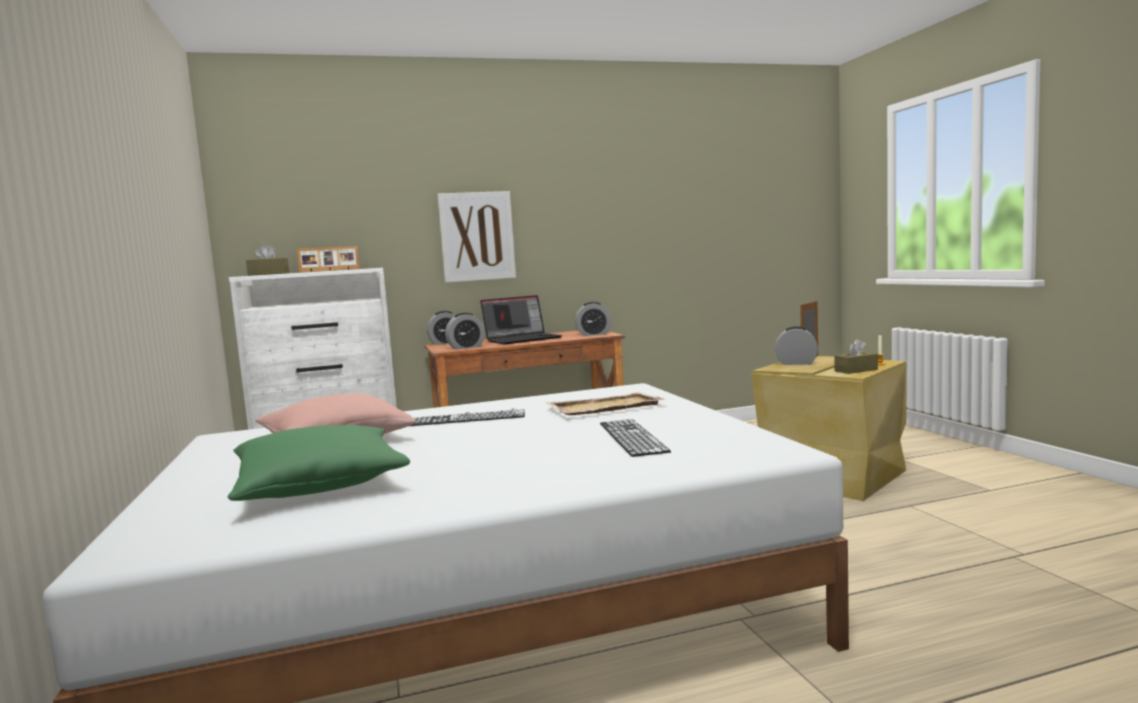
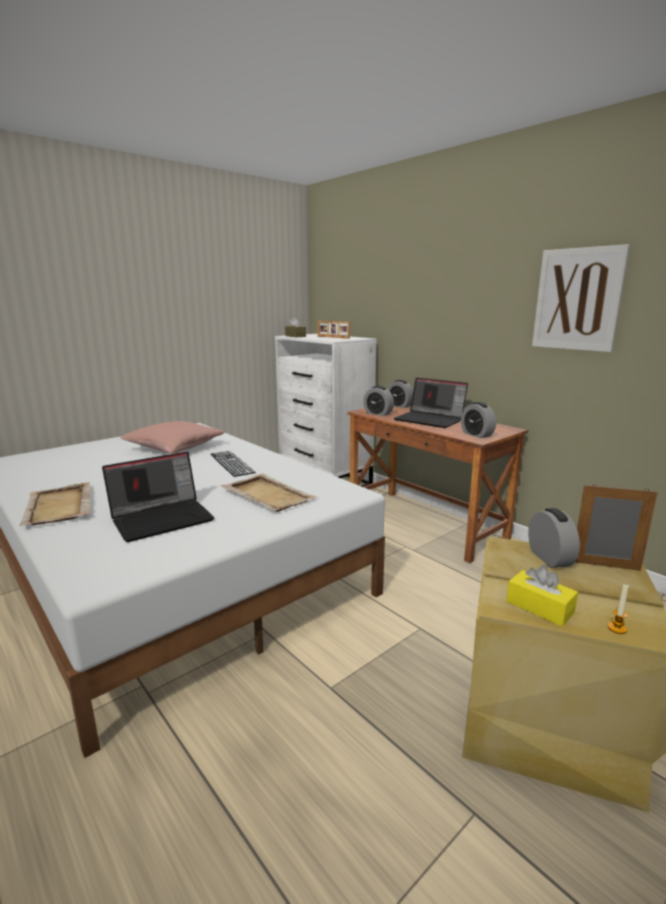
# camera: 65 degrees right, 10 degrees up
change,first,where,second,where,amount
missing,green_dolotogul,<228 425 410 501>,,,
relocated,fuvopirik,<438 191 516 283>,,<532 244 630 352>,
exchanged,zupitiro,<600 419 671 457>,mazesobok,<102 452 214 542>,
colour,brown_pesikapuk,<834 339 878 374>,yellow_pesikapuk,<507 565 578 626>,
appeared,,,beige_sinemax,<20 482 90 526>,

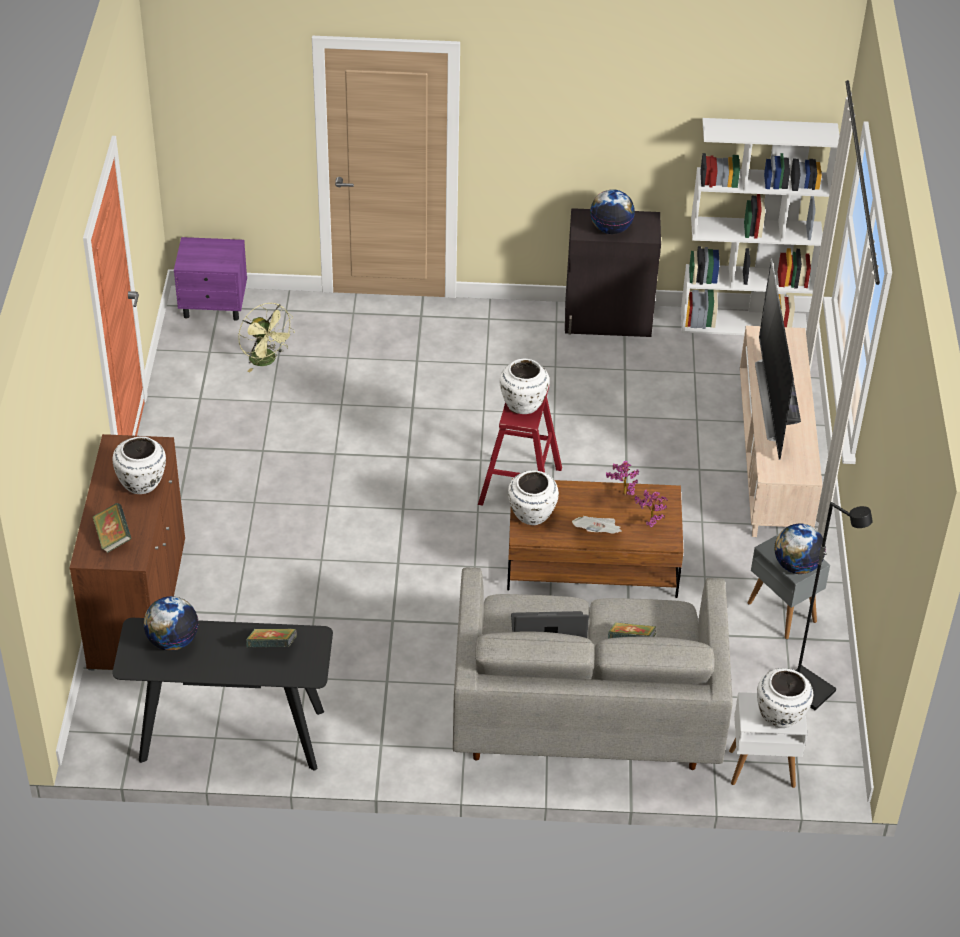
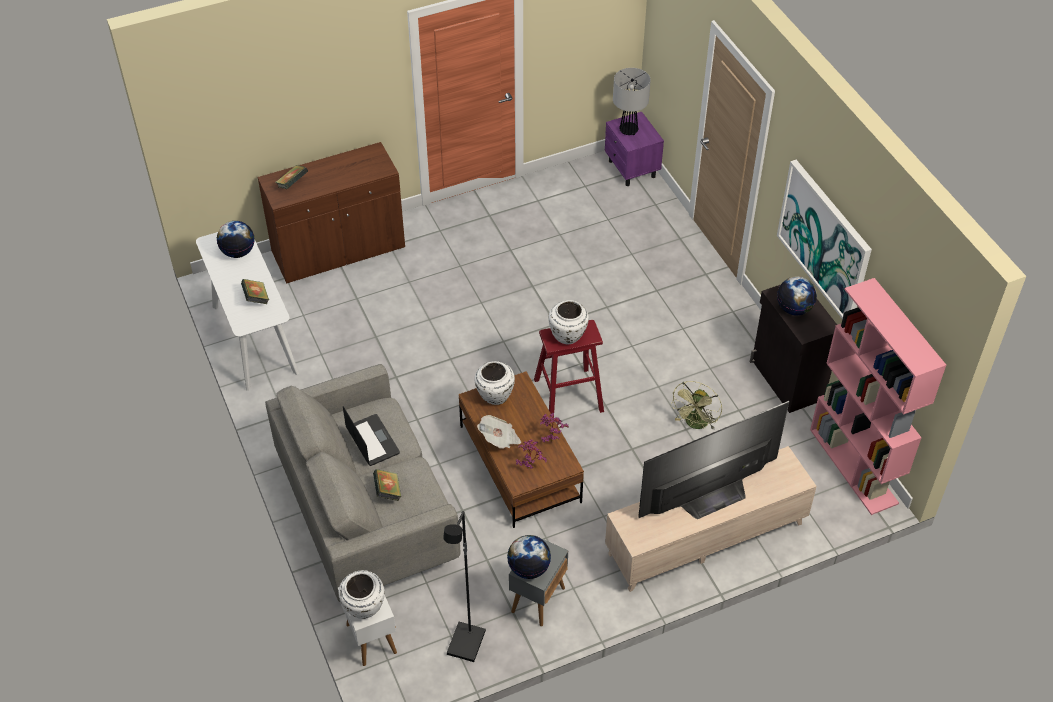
# camera: 65 degrees right, 5 degrees up
change,first,where,second,where,amount
colour,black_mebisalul,<112 618 333 771>,white_mebisalul,<196 232 299 391>,
missing,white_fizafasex,<113 436 166 494>,,,
relocated,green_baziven,<238 303 295 373>,,<670 381 722 429>,
colour,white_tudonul,<681 118 840 335>,pink_tudonul,<810 278 946 515>,
appeared,,,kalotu,<613 68 651 135>,
appeared,,,fuvopirik,<777 160 872 319>,

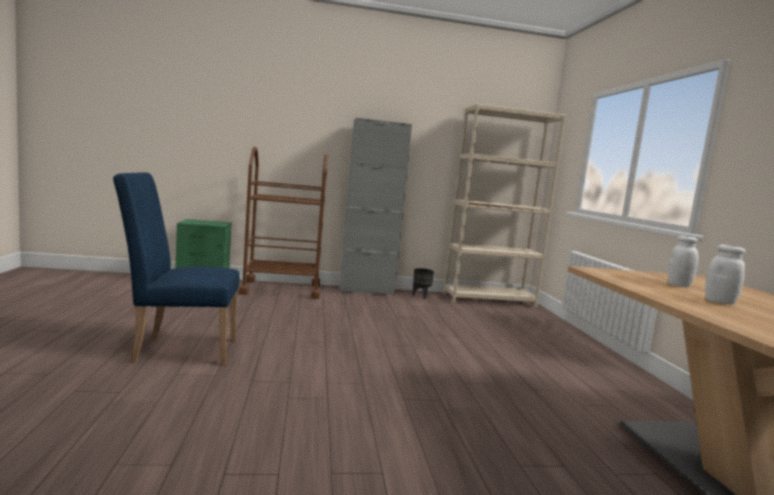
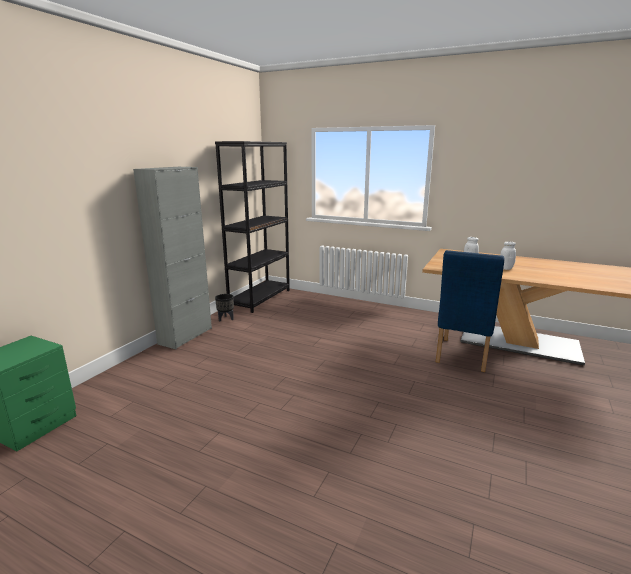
# camera: 55 degrees left, 10 degrees up
change,first,where,second,where,amount
relocated,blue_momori,<113 172 240 365>,,<436 250 505 372>,
missing,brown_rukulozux,<239 147 328 299>,,,
colour,beige_tudonul,<444 103 566 307>,black_tudonul,<215 141 290 313>,

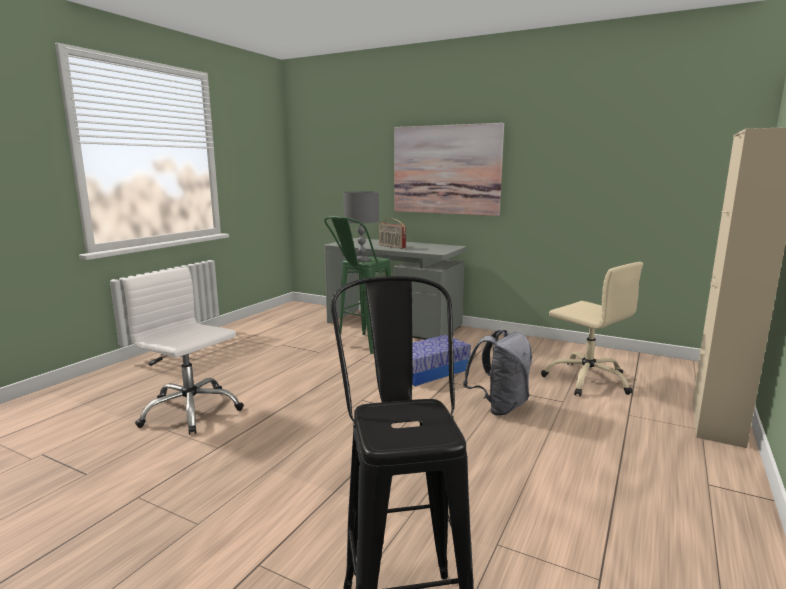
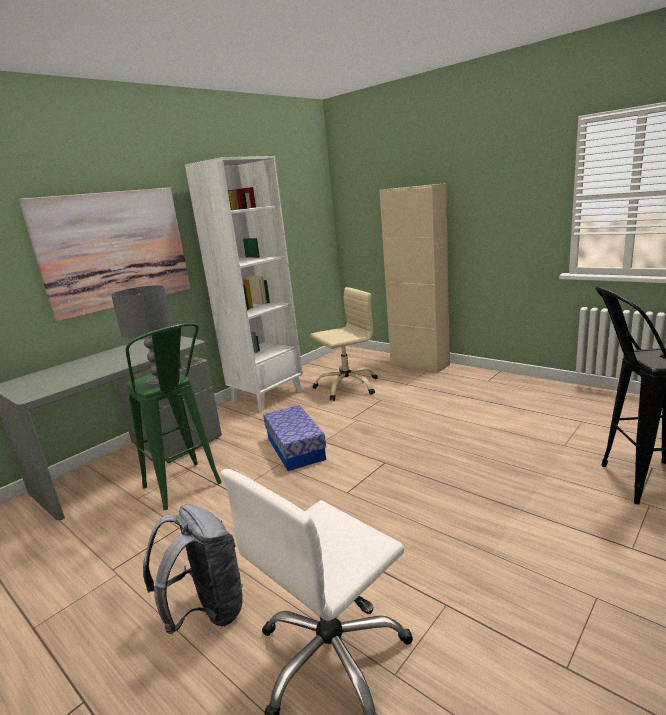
# camera: 75 degrees left, 5 degrees up
change,first,where,second,where,amount
missing,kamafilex,<379 219 406 249>,,,
relocated,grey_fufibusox,<463 330 532 416>,,<143 504 243 634>,
appeared,,,white_tudonul,<185 156 303 412>,

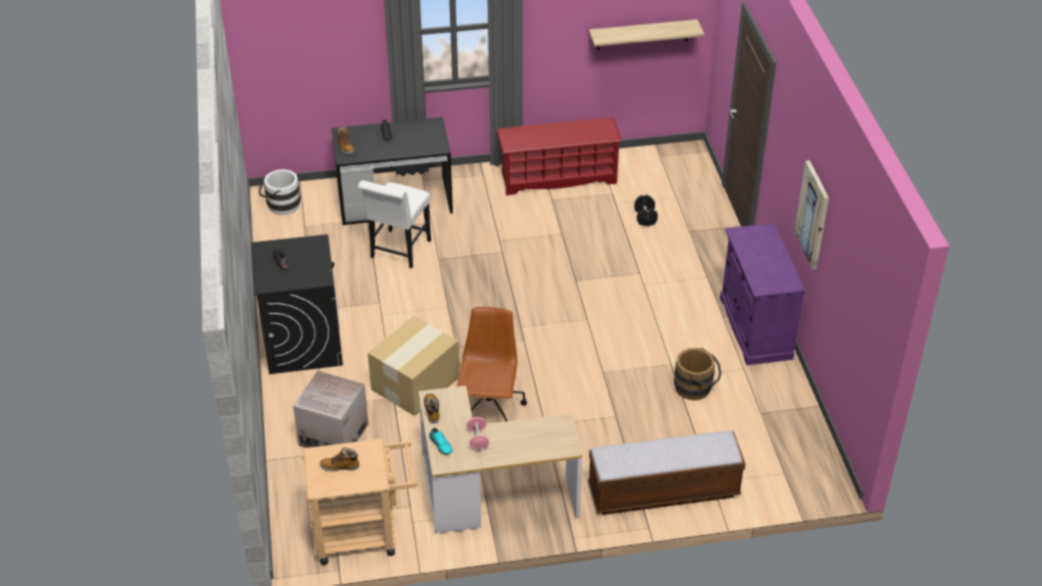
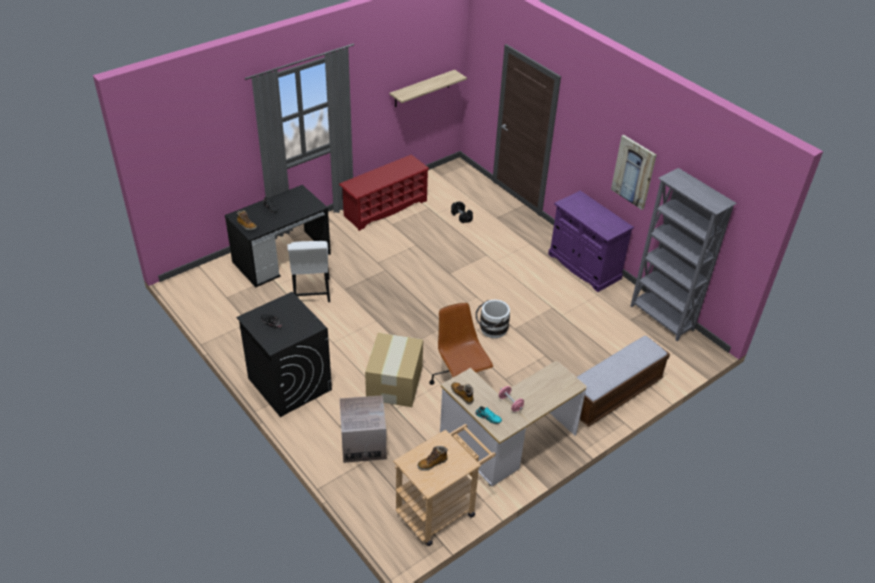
# camera: 30 degrees left, 0 degrees up
change,first,where,second,where,amount
relocated,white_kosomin,<259 169 301 215>,,<476 300 510 338>,
missing,brown_kosomin,<674 348 721 400>,,,
appeared,,,grey_tudonul,<630 168 737 341>,

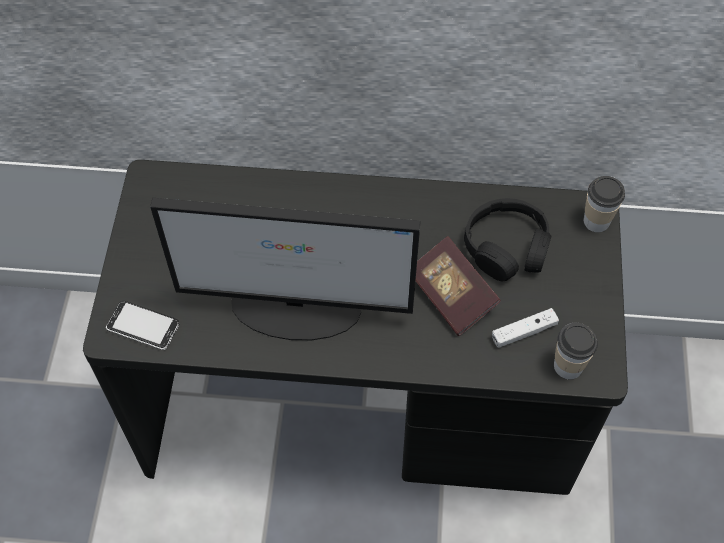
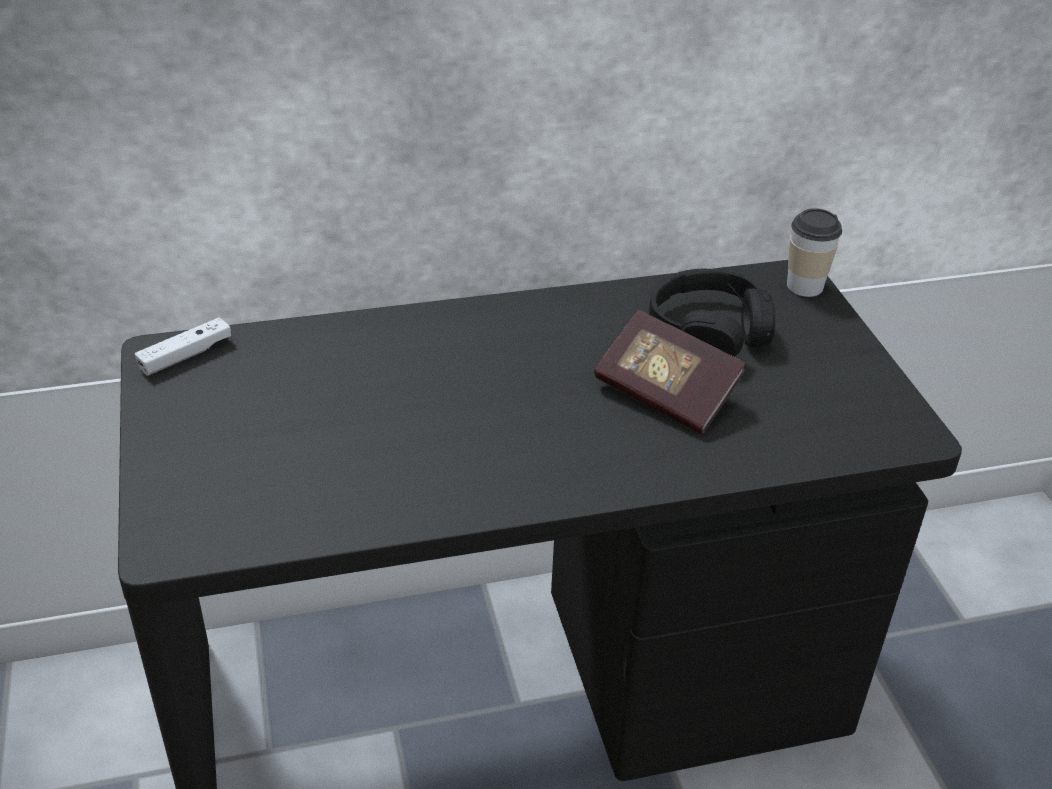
# camera: 20 degrees left, 20 degrees down
change,first,where,second,where,amount
missing,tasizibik,<106 301 179 350>,,,
missing,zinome,<150 198 421 340>,,,
relocated,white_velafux,<492 308 559 348>,,<135 318 232 376>,
missing,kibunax,<554 323 598 380>,,,

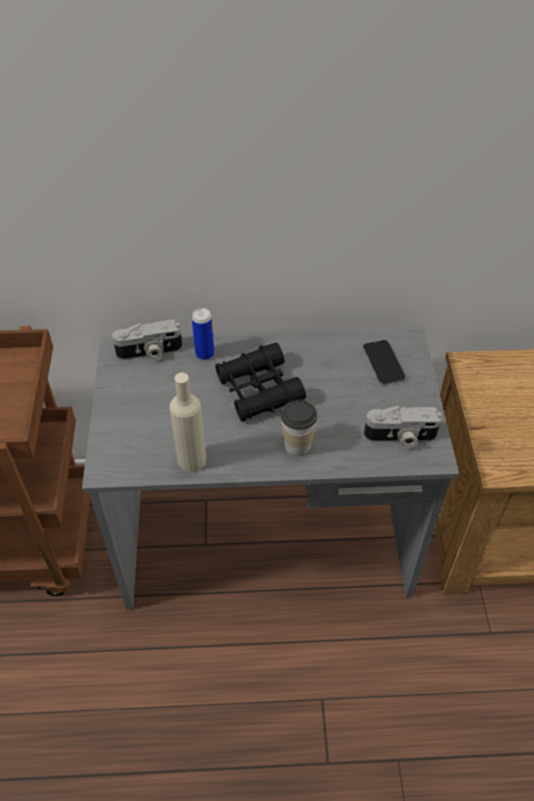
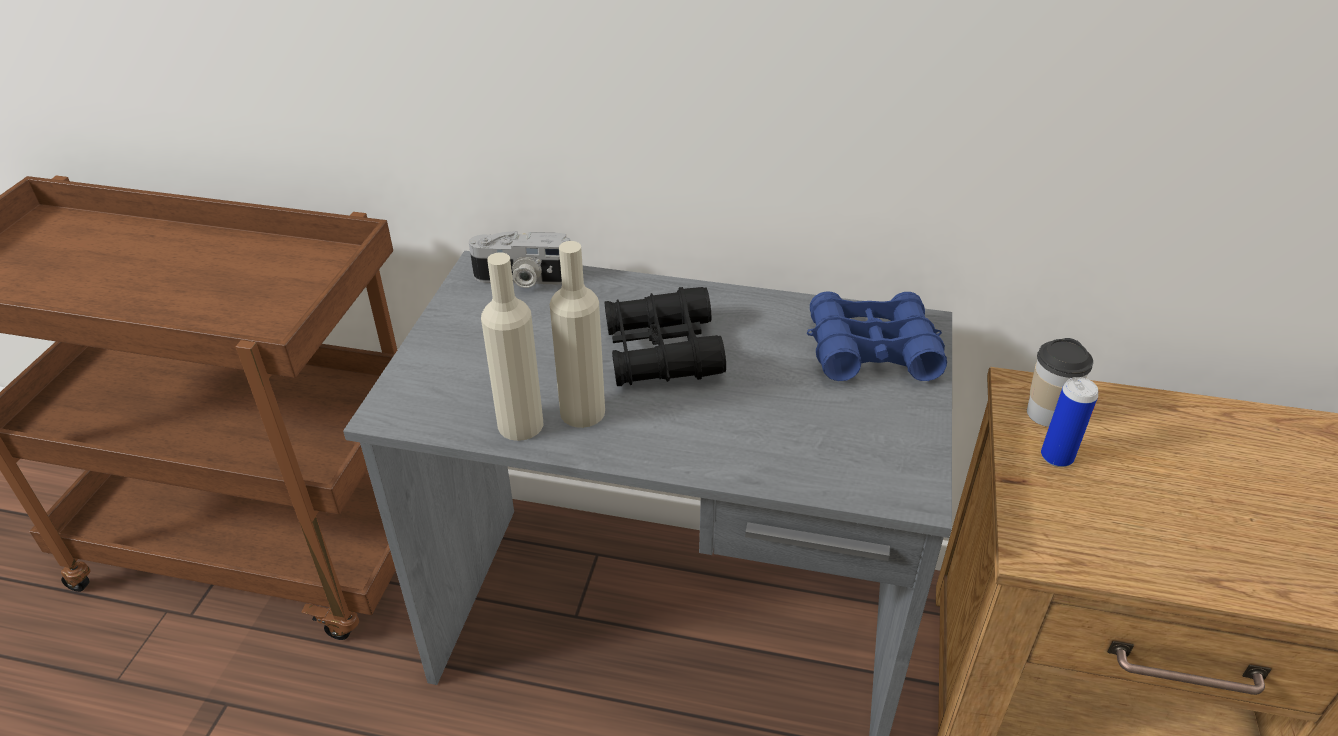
# camera: 15 degrees right, 10 degrees down
change,first,where,second,where,amount
relocated,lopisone,<192 308 215 360>,,<1041 377 1098 467>,
relocated,kibunax,<281 399 317 456>,,<1027 338 1093 427>,
exchanged,tasizibik,<363 340 406 385>,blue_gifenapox,<807 291 947 381>,
missing,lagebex,<364 406 442 448>,,,
appeared,,,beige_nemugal,<550 241 605 428>,

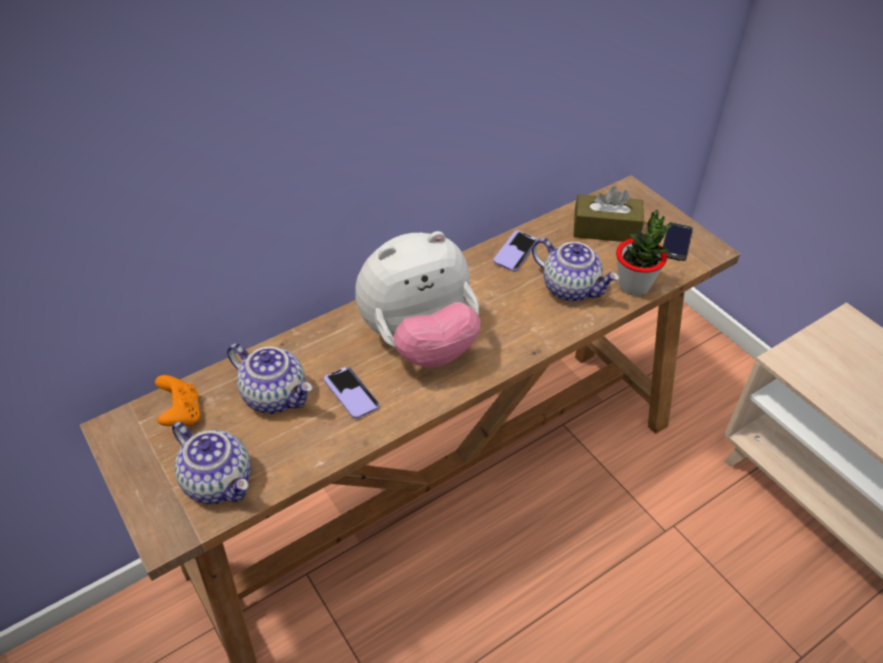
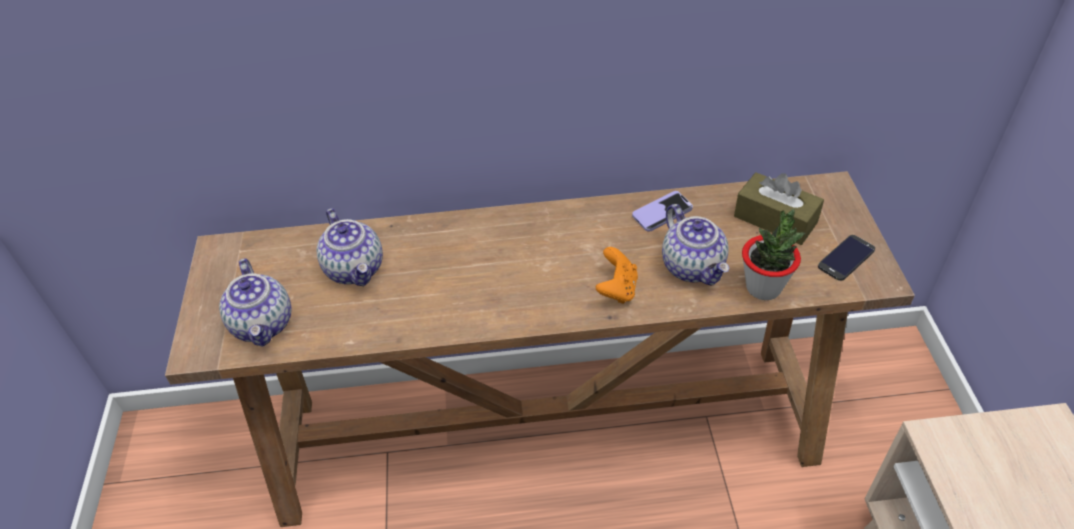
# camera: 30 degrees right, 0 degrees up
change,first,where,second,where,amount
relocated,orange_velafux,<155 375 201 427>,,<596 247 638 304>,
missing,tasizibik,<324 367 379 419>,,,
missing,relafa,<355 231 481 368>,,,

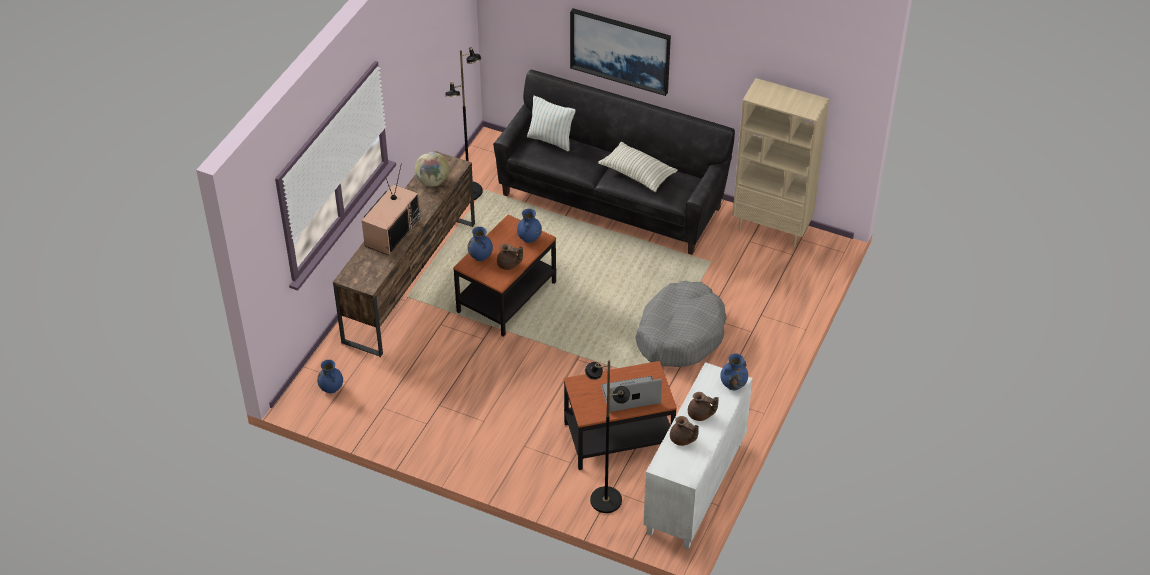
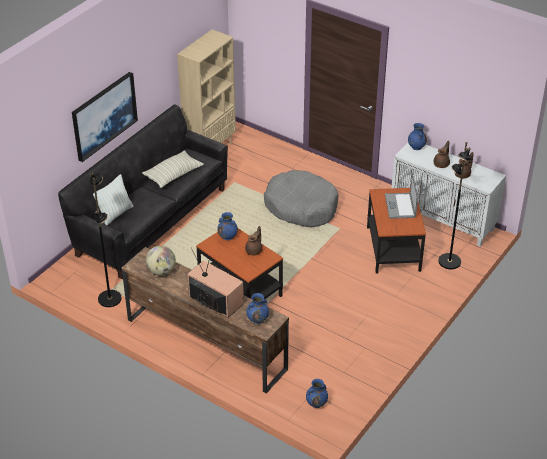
# camera: 80 degrees left, 5 degrees down
change,first,where,second,where,amount
relocated,blue_fizafasex,<467 227 493 261>,,<246 293 269 324>,

